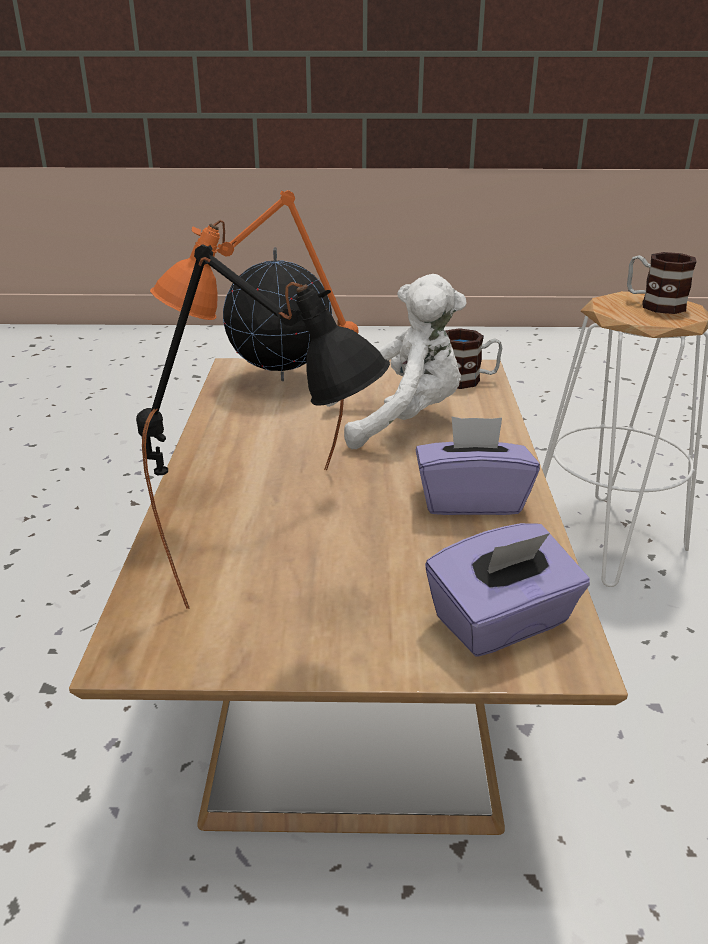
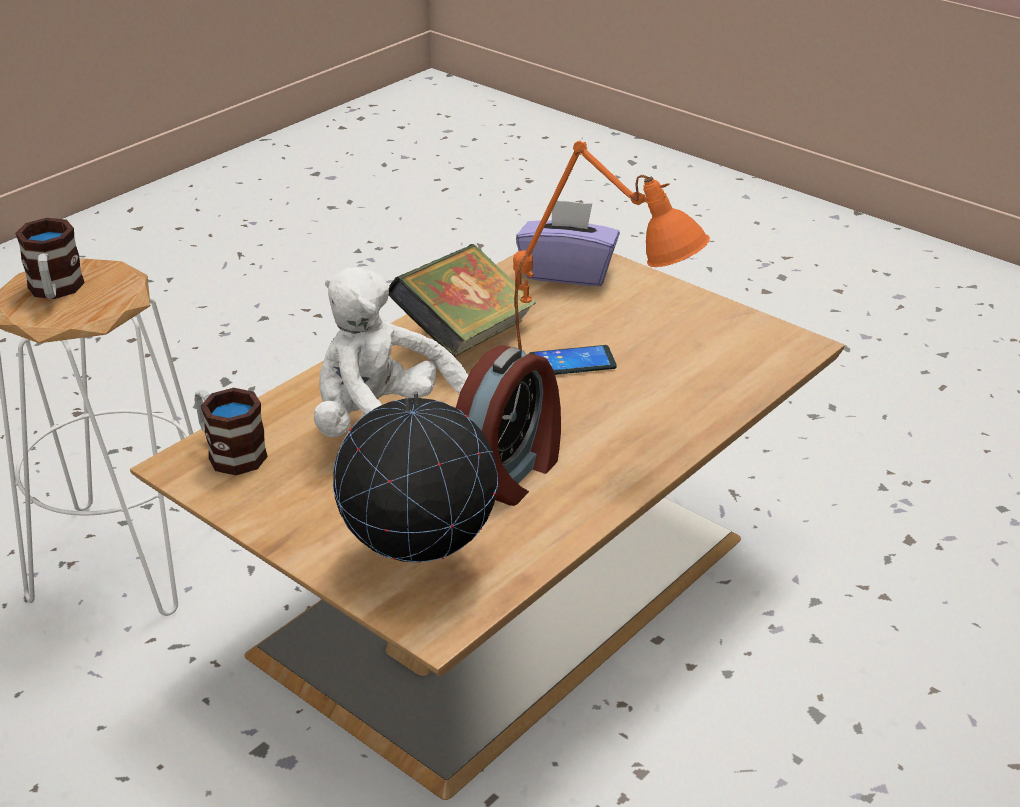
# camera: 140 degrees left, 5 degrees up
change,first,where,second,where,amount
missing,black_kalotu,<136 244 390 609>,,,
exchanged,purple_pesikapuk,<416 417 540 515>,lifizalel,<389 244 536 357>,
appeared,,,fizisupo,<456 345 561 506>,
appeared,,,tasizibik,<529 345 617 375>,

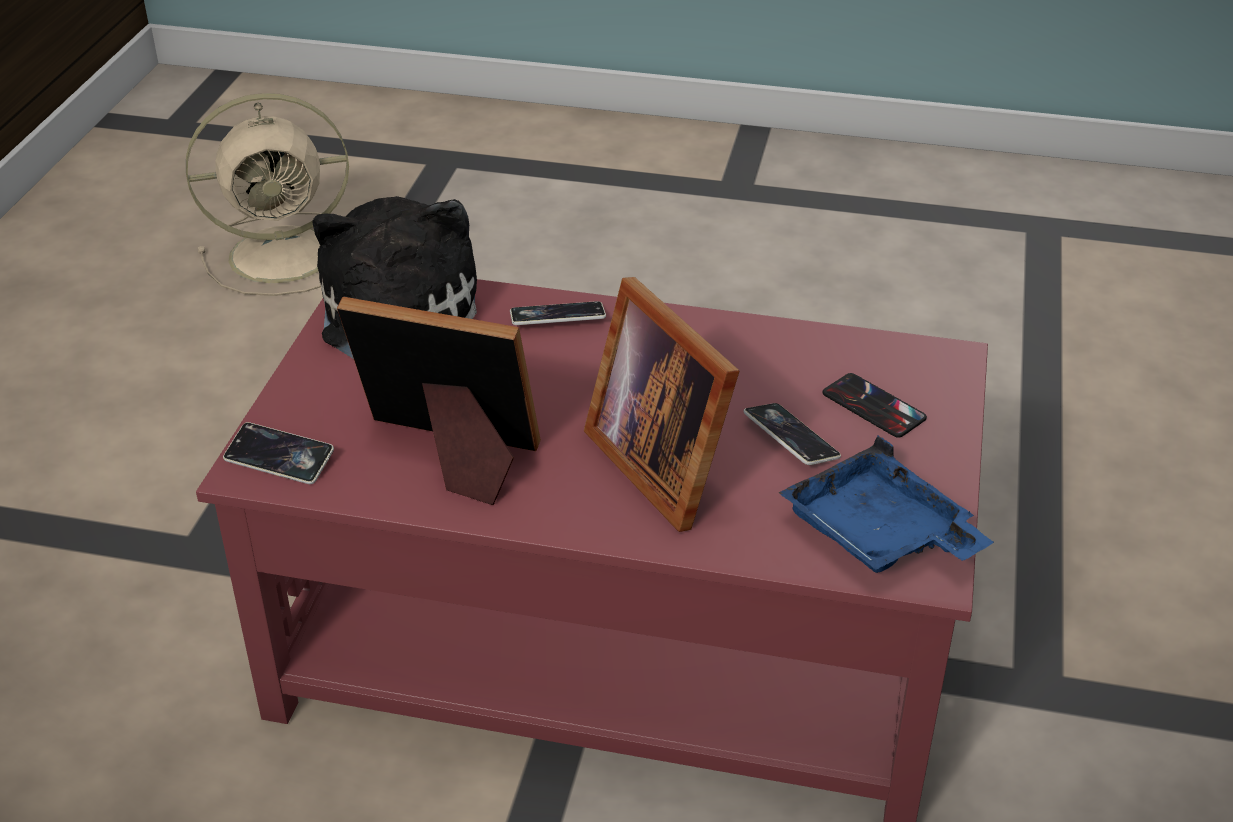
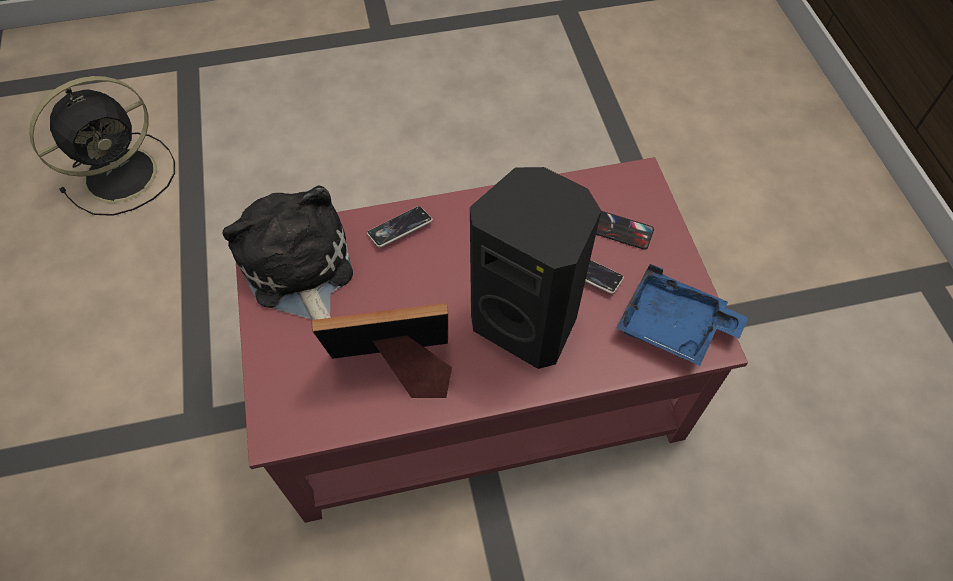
# camera: 25 degrees left, 20 degrees up
change,first,where,second,where,amount
colour,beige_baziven,<186 93 349 296>,black_baziven,<29 76 175 216>,
missing,tasizibik,<223 422 334 484>,,,
exchanged,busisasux,<584 277 739 532>,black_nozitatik,<470 167 601 369>,

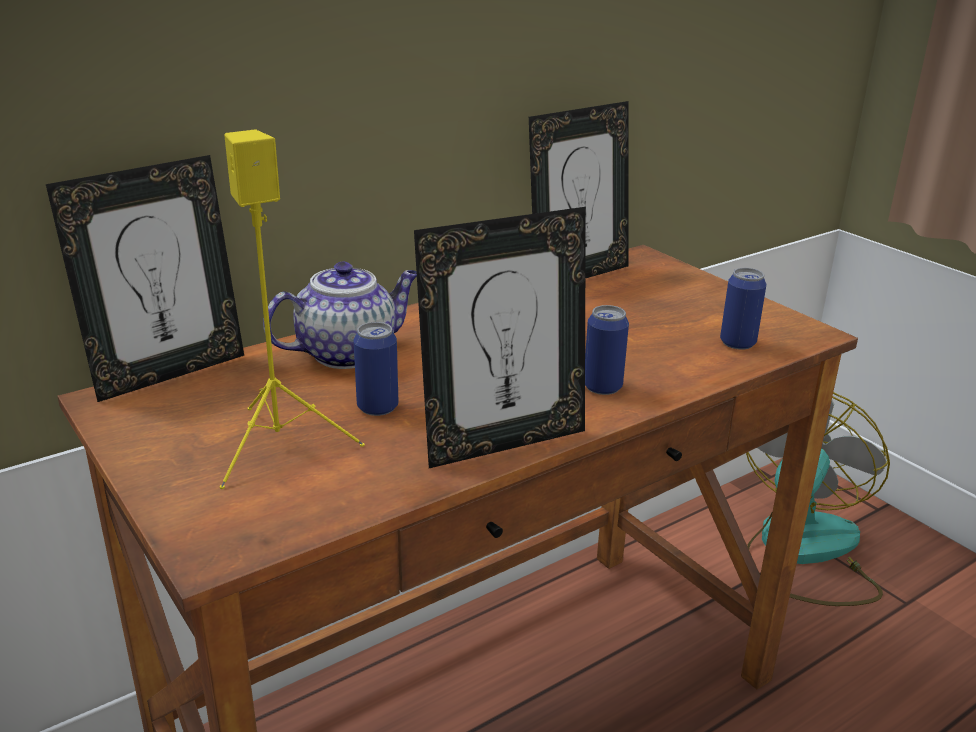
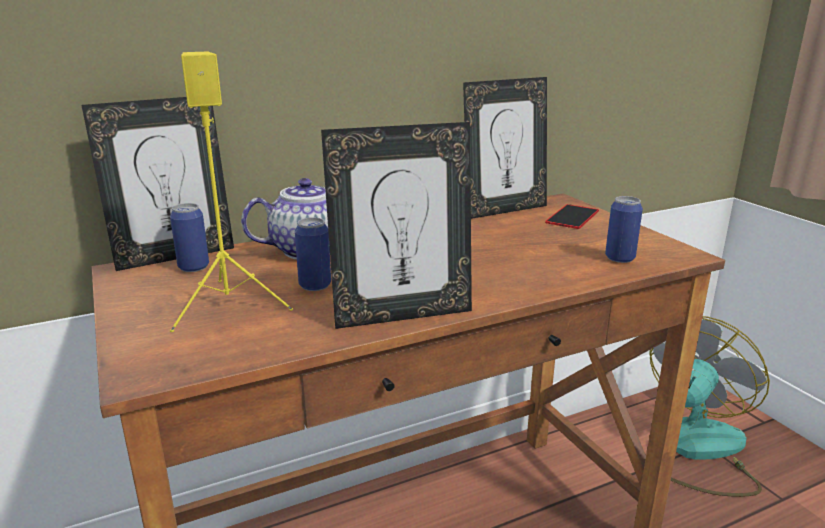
# camera: 10 degrees right, 5 degrees down
change,first,where,second,where,amount
relocated,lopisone,<585 305 629 395>,,<170 203 209 272>,
appeared,,,tasizibik,<545 204 599 229>,

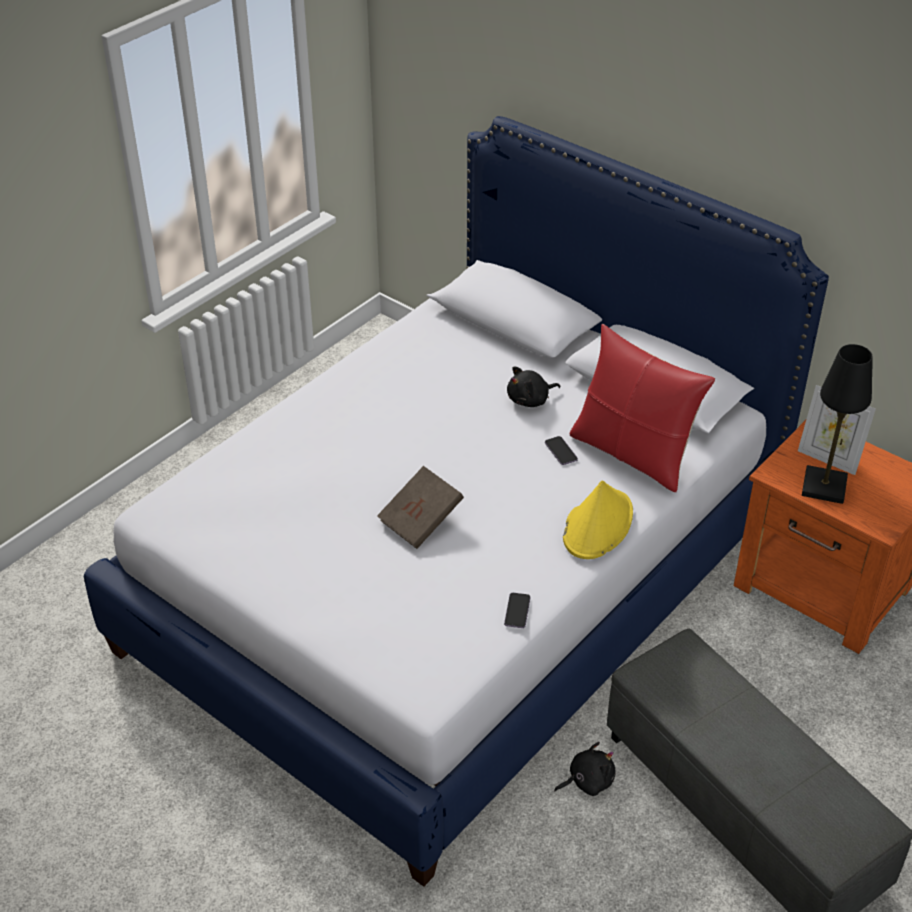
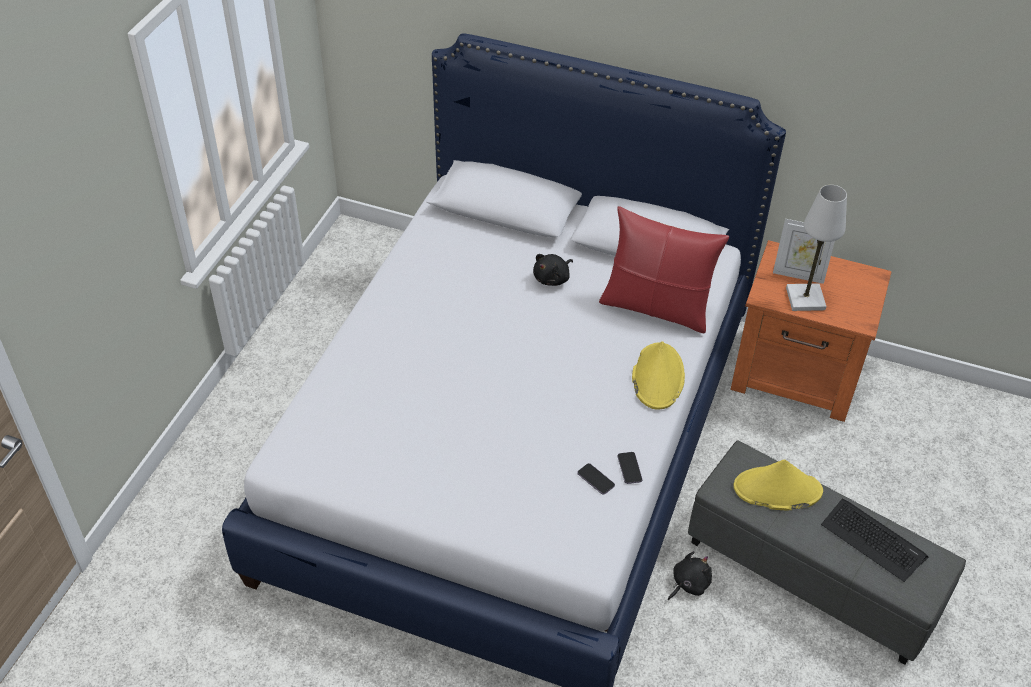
# camera: 20 degrees left, 5 degrees up
change,first,where,second,where,amount
missing,brown_lifizalel,<377 466 464 549>,,,
relocated,tasizibik,<545 436 578 465>,,<577 463 615 495>,
colour,black_kalotu,<802 344 873 504>,white_kalotu,<786 185 847 311>,
appeared,,,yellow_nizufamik,<733 460 823 510>,
appeared,,,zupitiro,<821 498 929 582>,

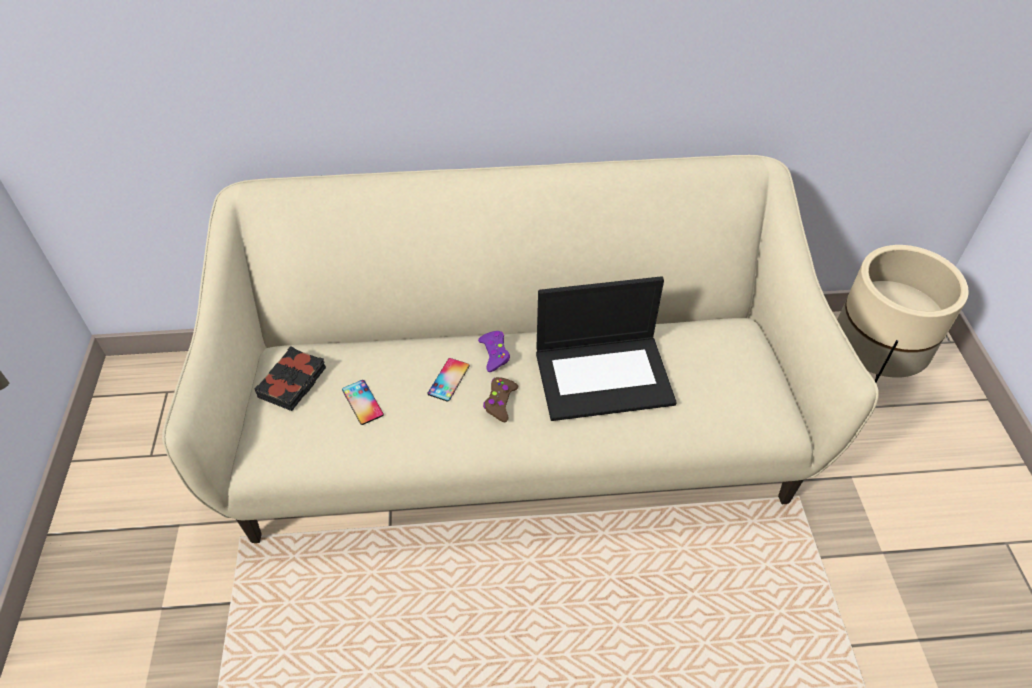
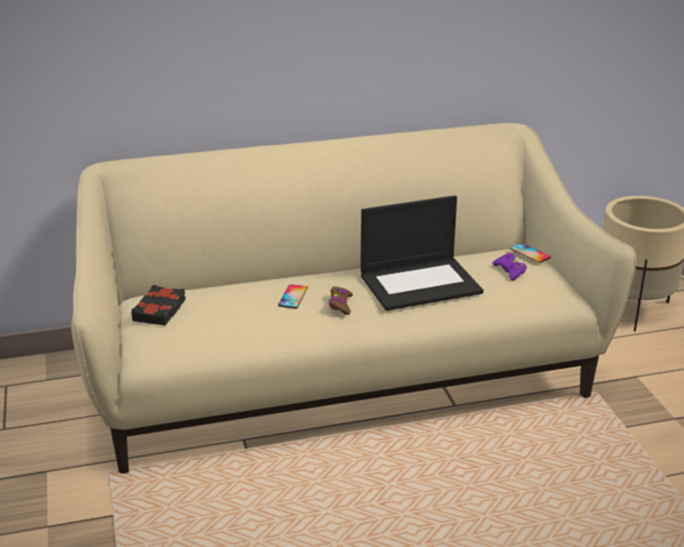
# camera: 10 degrees left, 20 degrees down
change,first,where,second,where,amount
relocated,tasizibik,<342 380 384 425>,,<510 243 551 263>,
relocated,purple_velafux,<478 331 510 372>,,<492 253 527 280>,

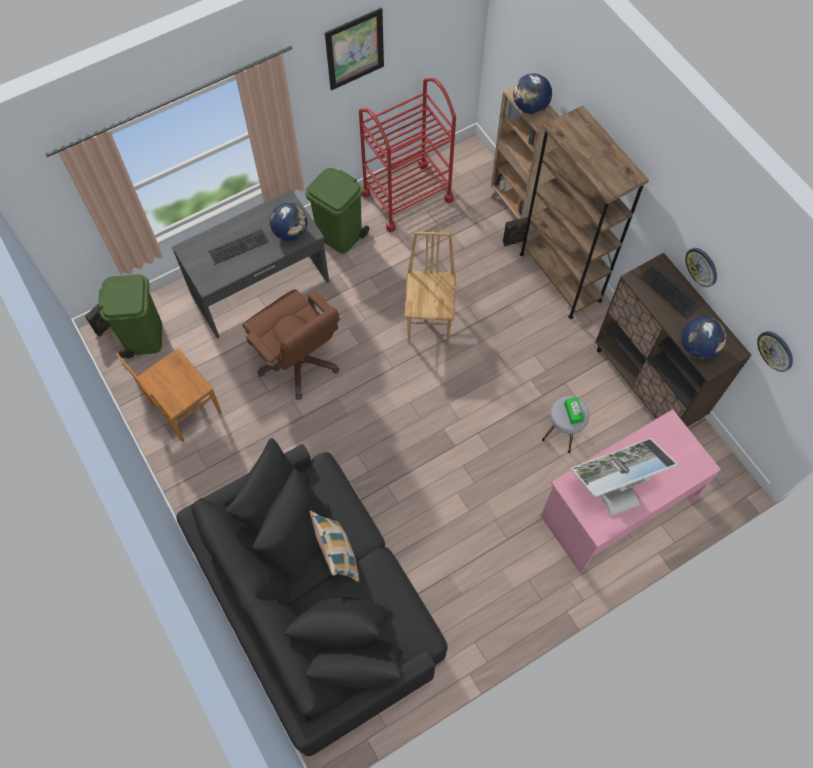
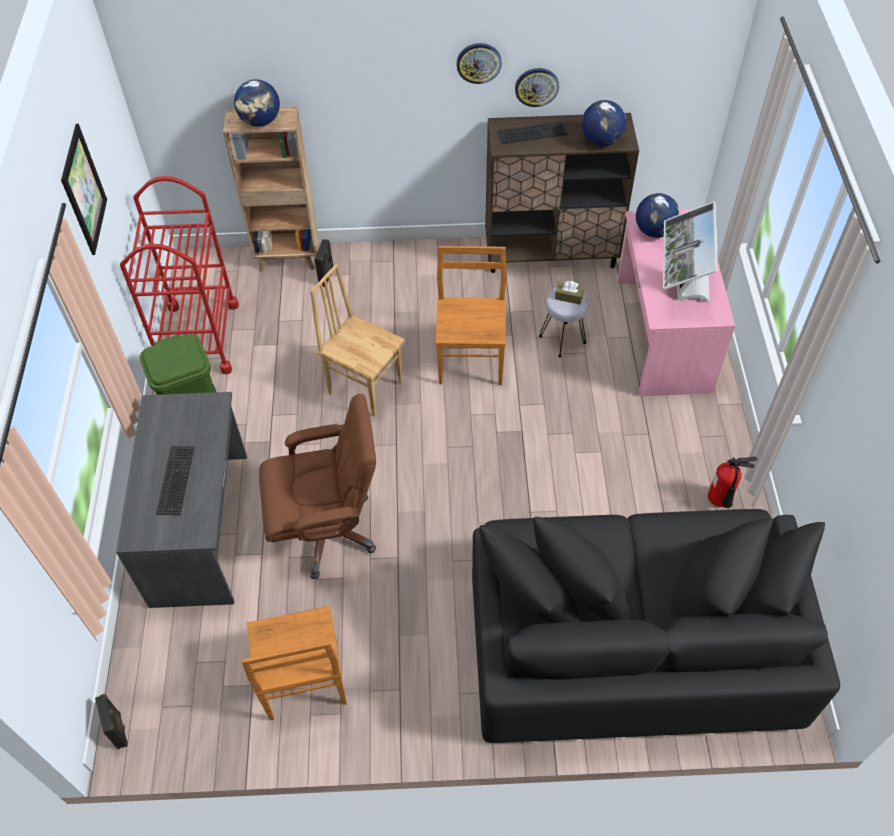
# camera: 60 degrees left, 10 degrees down
change,first,where,second,where,amount
missing,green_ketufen,<98 274 162 359>,,,
relocated,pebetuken,<270 203 307 241>,,<636 193 680 238>,
missing,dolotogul,<309 510 360 583>,,,
missing,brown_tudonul,<520 106 649 319>,,,
colour,green_pesikapuk,<564 397 584 424>,brown_pesikapuk,<555 281 584 305>,
relocated,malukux,<757 331 793 372>,,<456 43 502 84>,
appeared,,,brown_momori,<436 246 506 385>,
appeared,,,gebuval,<708 457 757 508>,

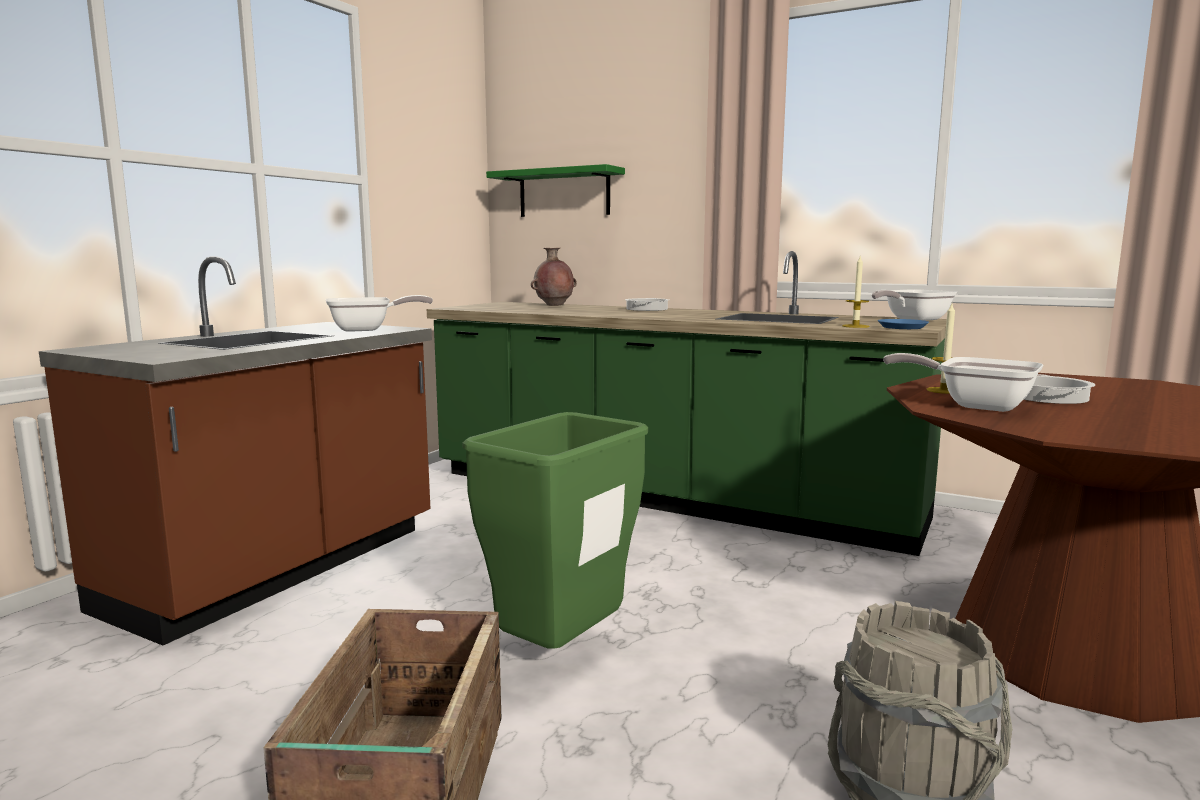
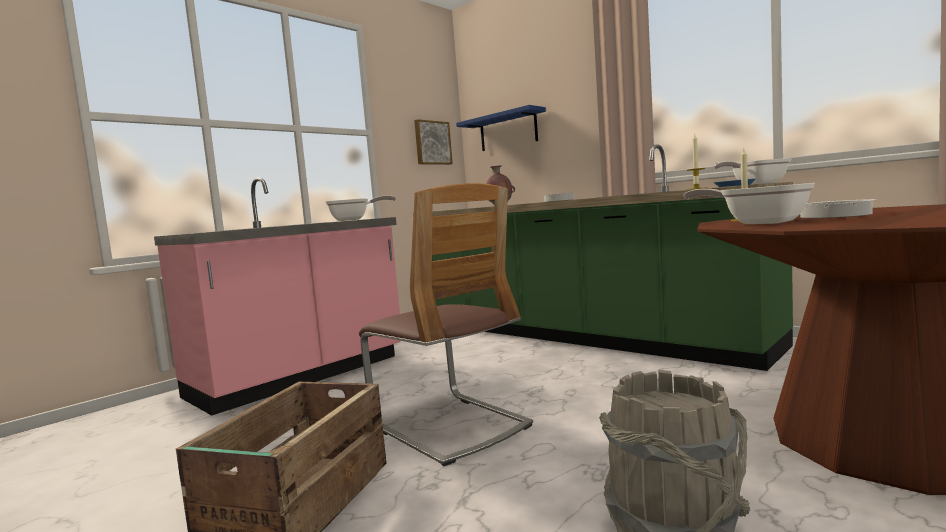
# camera: 15 degrees right, 5 degrees down
change,first,where,second,where,amount
colour,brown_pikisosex,<39 256 432 646>,pink_pikisosex,<154 177 400 416>,
exchanged,green_ketufen,<462 412 648 649>,momori,<359 183 533 466>,
colour,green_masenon,<486 164 625 217>,blue_masenon,<456 105 546 151>,
appeared,,,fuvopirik,<414 119 453 165>,

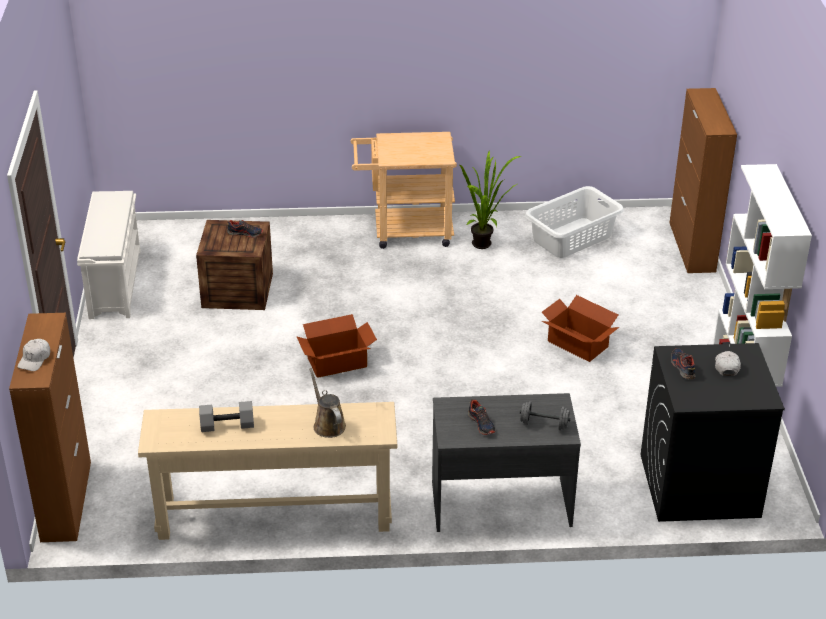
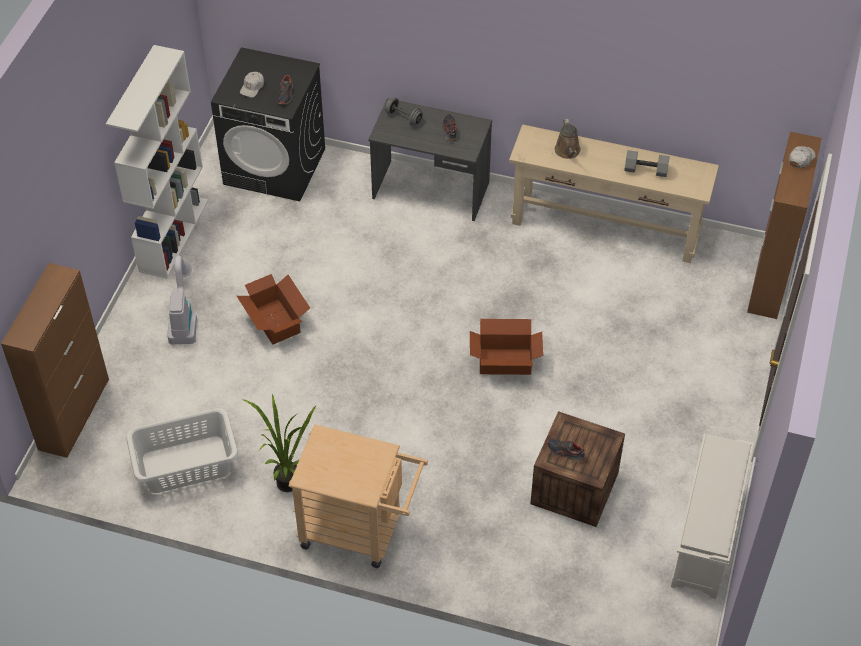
# camera: 160 degrees left, 15 degrees up
change,first,where,second,where,amount
appeared,,,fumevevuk,<167 255 197 344>,

